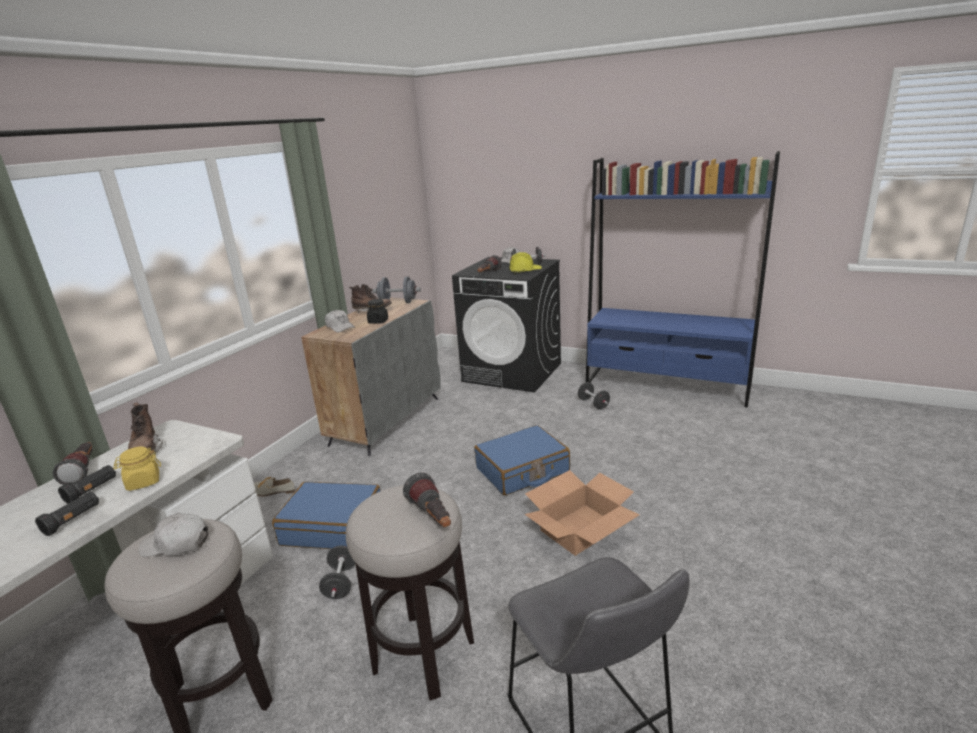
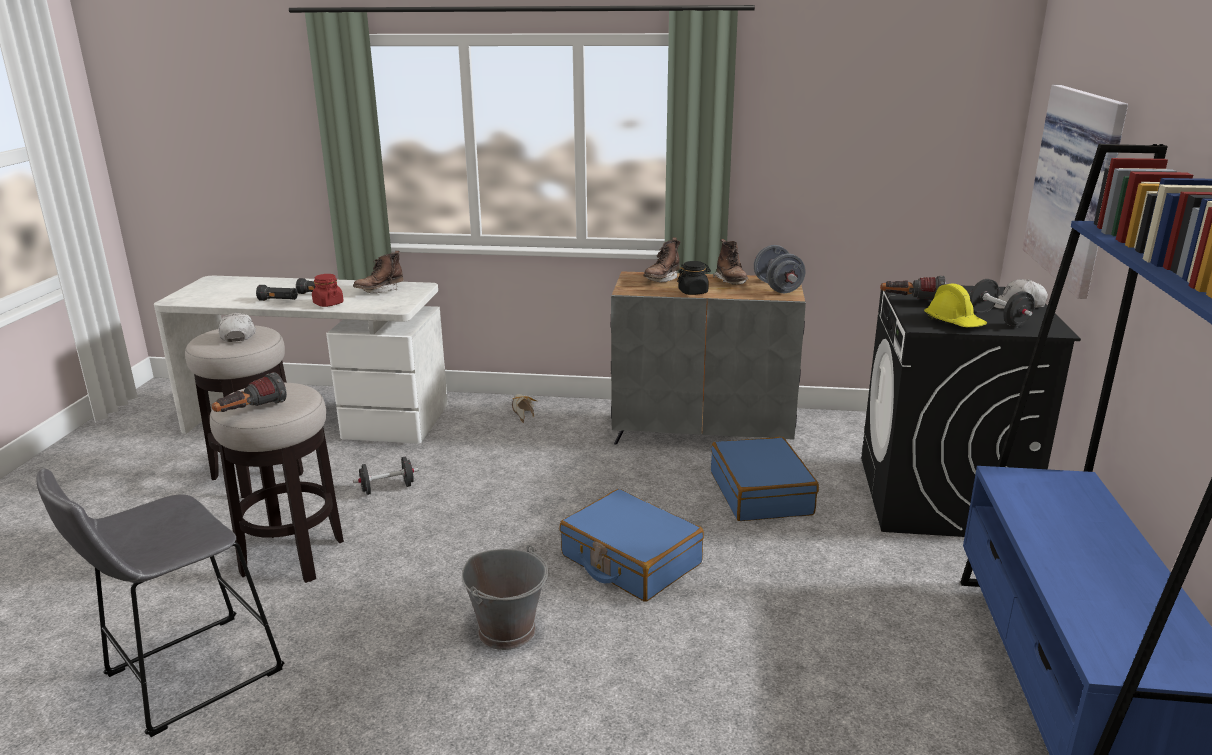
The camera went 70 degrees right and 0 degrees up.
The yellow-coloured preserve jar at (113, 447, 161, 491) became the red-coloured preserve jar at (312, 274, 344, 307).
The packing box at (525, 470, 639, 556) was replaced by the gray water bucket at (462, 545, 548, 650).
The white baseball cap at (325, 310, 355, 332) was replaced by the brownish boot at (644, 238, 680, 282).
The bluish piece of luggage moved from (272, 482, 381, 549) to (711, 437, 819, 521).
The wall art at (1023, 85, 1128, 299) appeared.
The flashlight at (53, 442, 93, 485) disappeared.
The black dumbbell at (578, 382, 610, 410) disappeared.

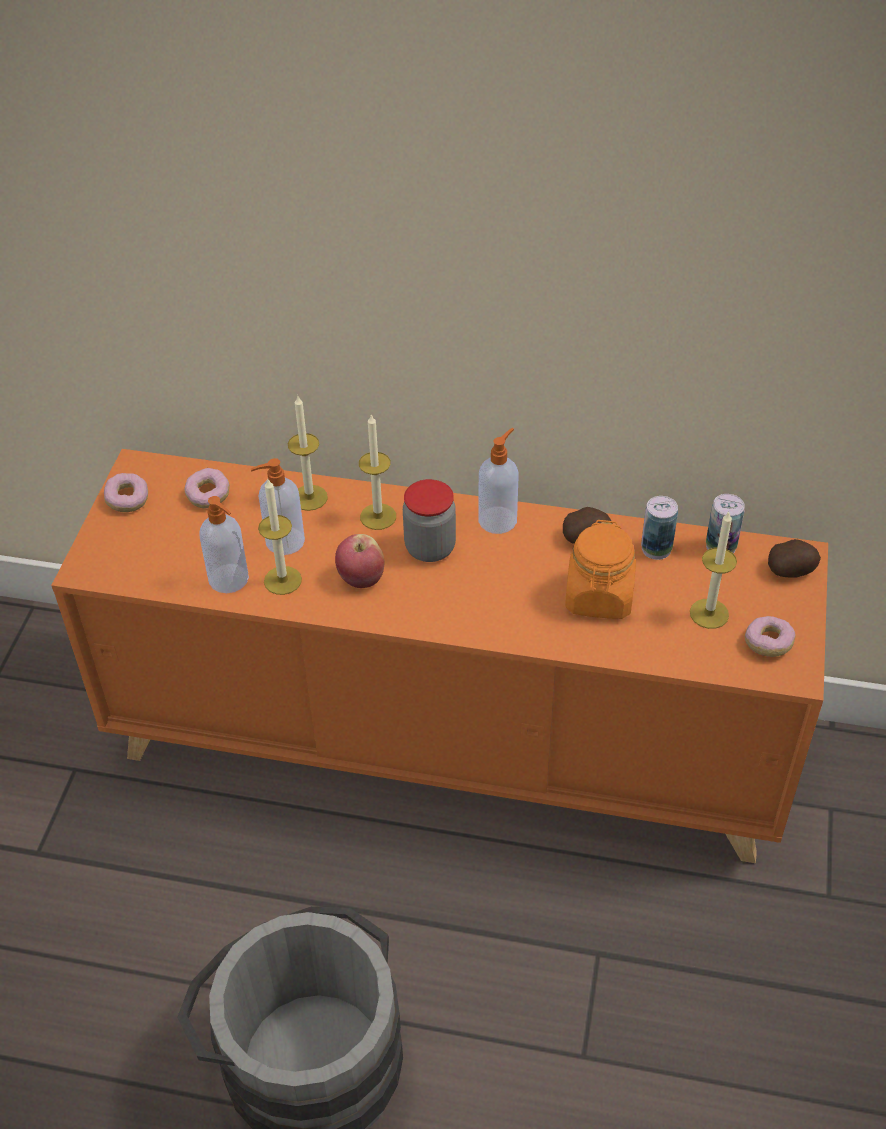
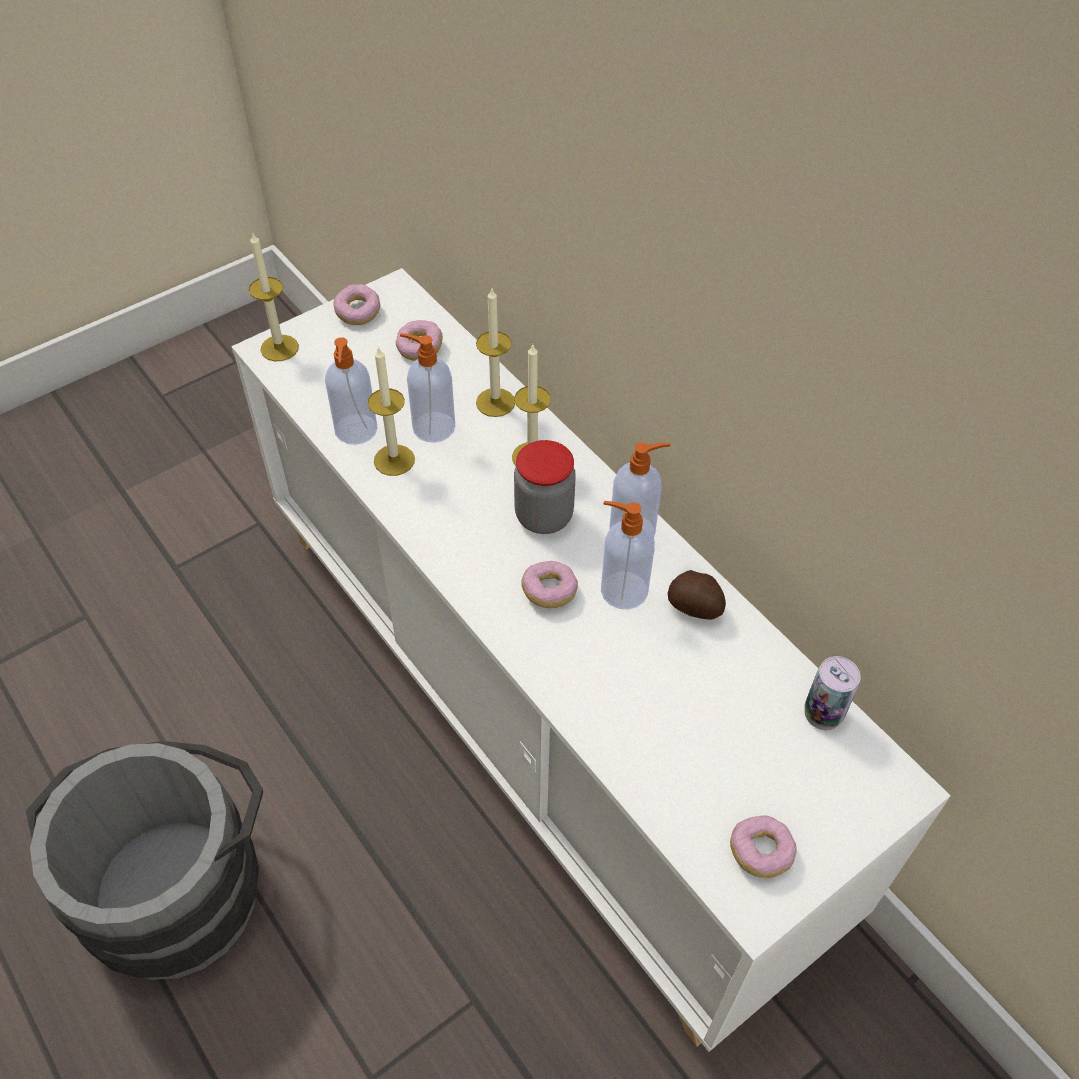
The camera went 40 degrees right and 5 degrees up.
The orange-coloured storage cabinet at (51, 449, 828, 863) became the white storage cabinet at (231, 268, 951, 1052).
The wax light moved from (690, 511, 737, 629) to (249, 233, 299, 361).
The ring doughnut at (521, 561, 578, 608) appeared.
The soap bottle at (601, 501, 655, 610) appeared.
The apple at (335, 534, 385, 588) disappeared.
The orange-coloured preserve jar at (565, 520, 636, 619) disappeared.
The sealed can at (641, 496, 678, 560) disappeared.
The spud at (768, 539, 821, 577) disappeared.

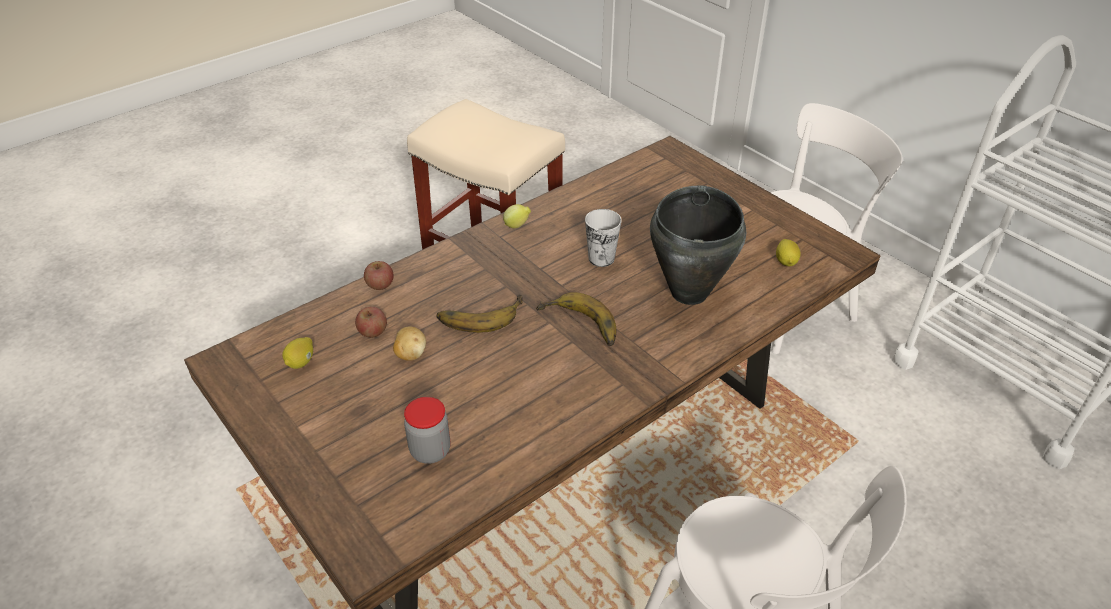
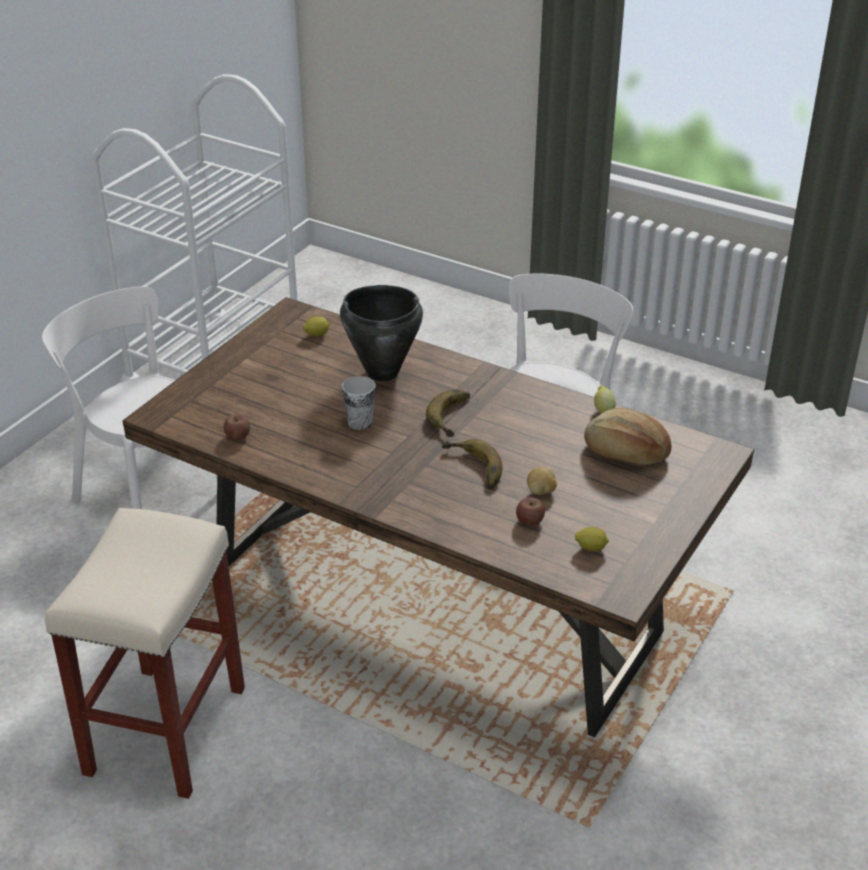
The camera went 110 degrees left and 5 degrees down.
The apple moved from (364, 261, 394, 290) to (224, 414, 250, 440).
The preserve jar at (404, 397, 450, 464) was replaced by the bread at (584, 408, 672, 465).
The citrus fruit moved from (503, 204, 531, 228) to (594, 385, 616, 414).

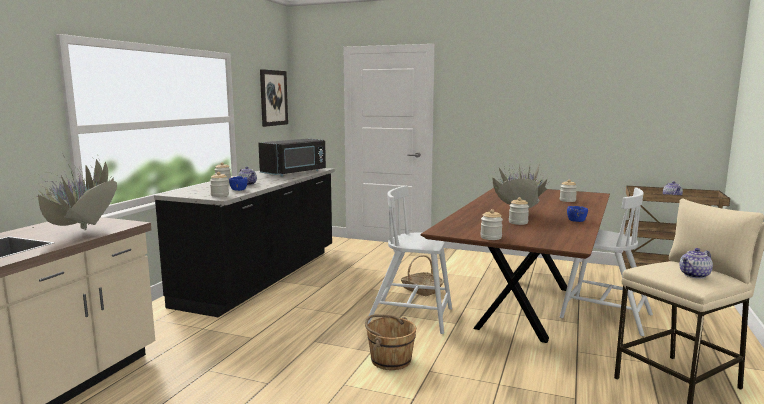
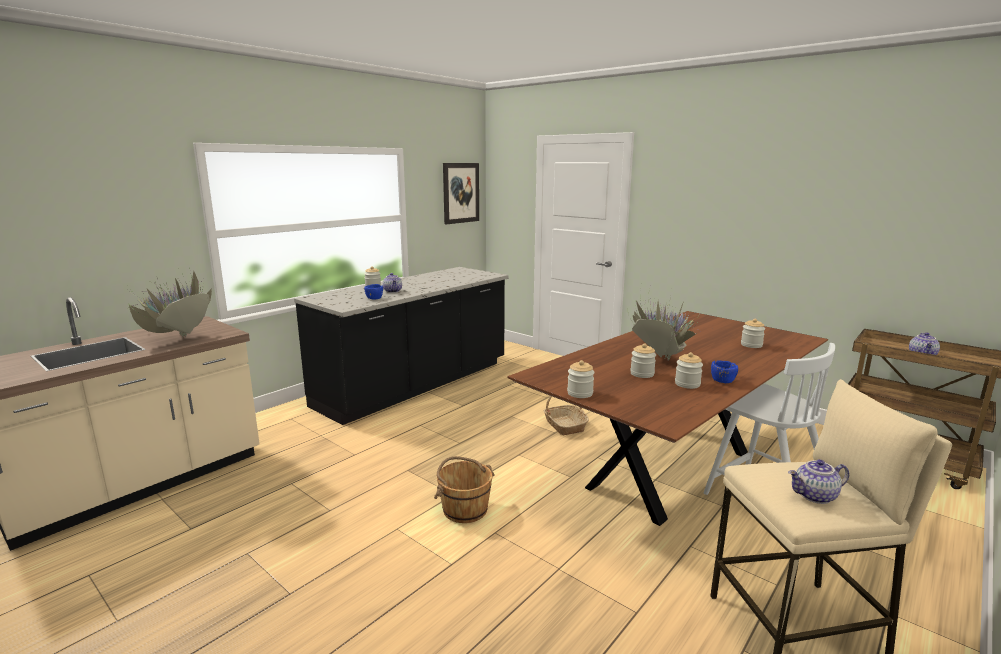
The camera went 20 degrees right and 5 degrees up.
The preserve jar moved from (210, 172, 229, 197) to (675, 352, 703, 389).
The black microwave oven at (258, 139, 326, 176) disappeared.
The white plain chair at (368, 186, 452, 334) disappeared.

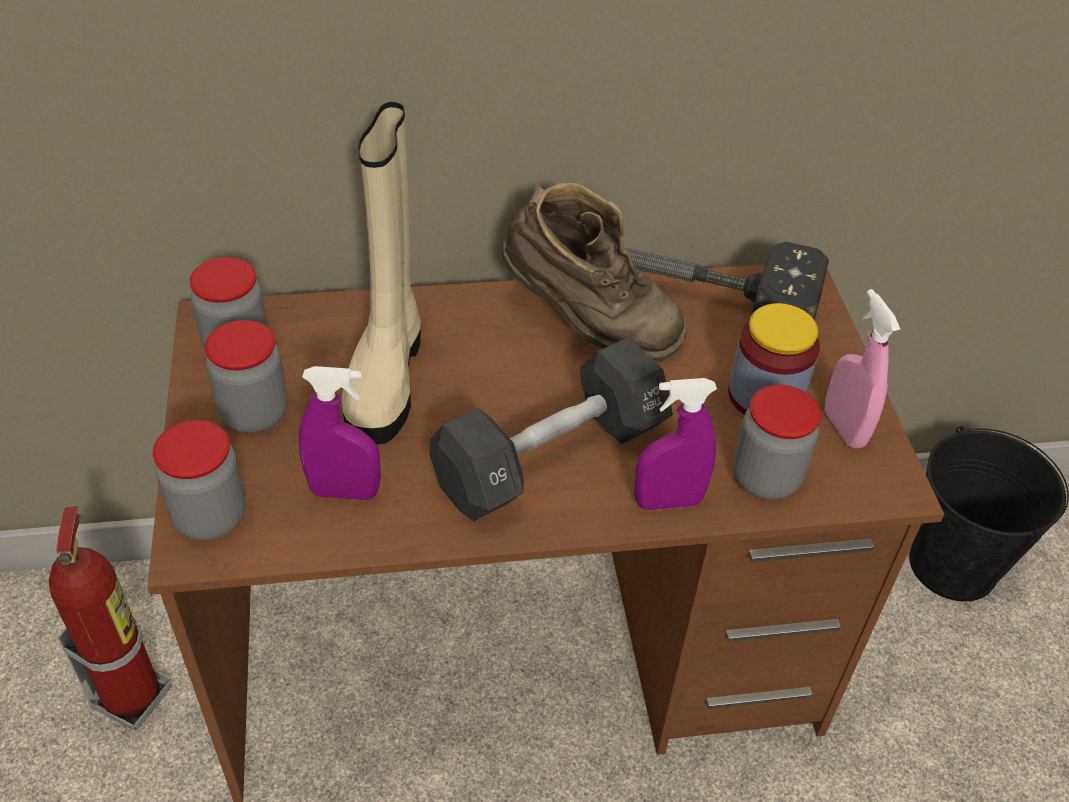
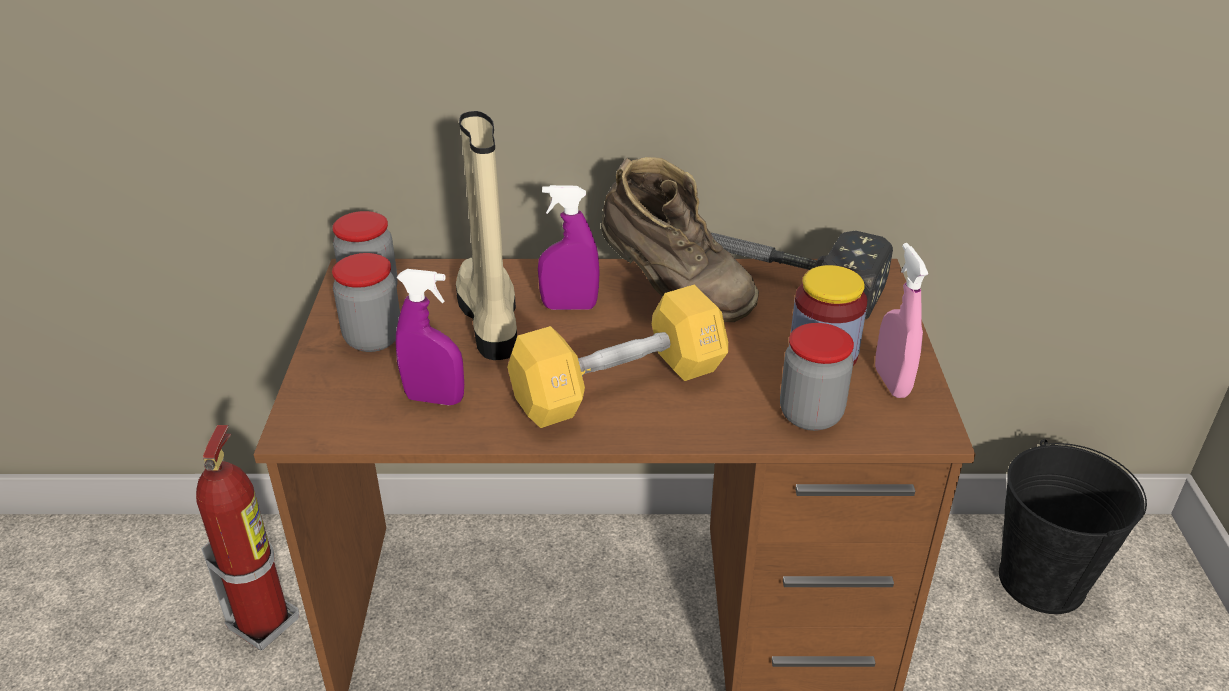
The camera went 10 degrees right and 10 degrees down.
The beige boot at (341, 102, 421, 445) turned 150 degrees clockwise.
The black dumbbell at (429, 337, 673, 521) became the yellow-coloured dumbbell at (507, 285, 728, 428).
The purple hand sprayer moved from (634, 378, 717, 510) to (538, 185, 599, 310).
The preserve jar at (153, 420, 246, 540) disappeared.

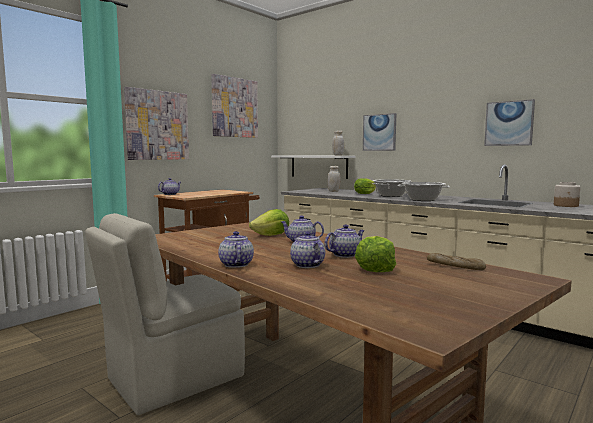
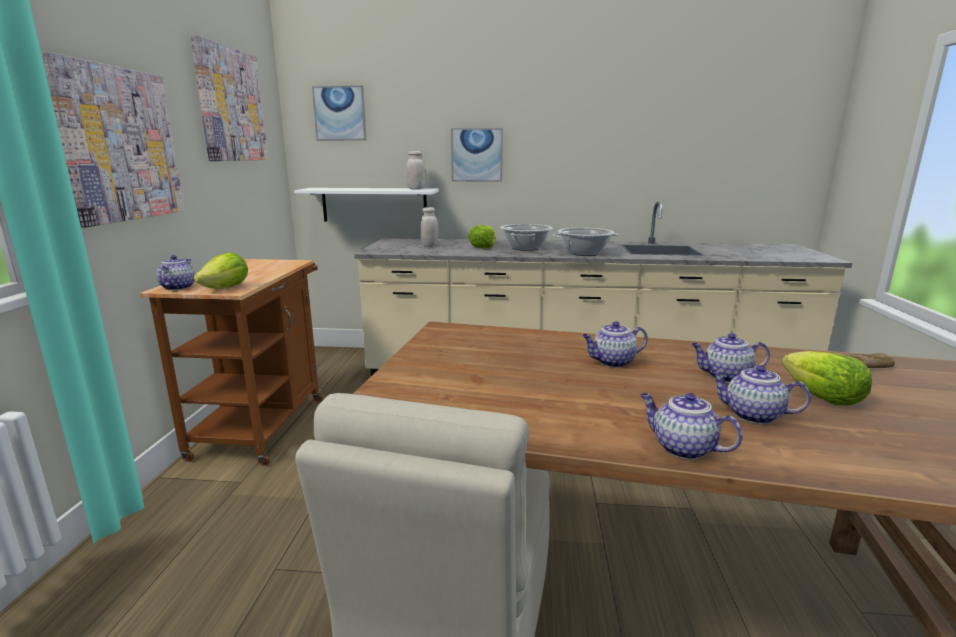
The camera went 35 degrees left and 10 degrees up.
The head of lettuce moved from (249, 209, 289, 236) to (194, 253, 248, 289).
The wall art moved from (484, 99, 535, 146) to (312, 86, 367, 141).
The pot for tea at (325, 224, 365, 258) turned 105 degrees counterclockwise.
The preserve jar at (554, 182, 581, 207) disappeared.

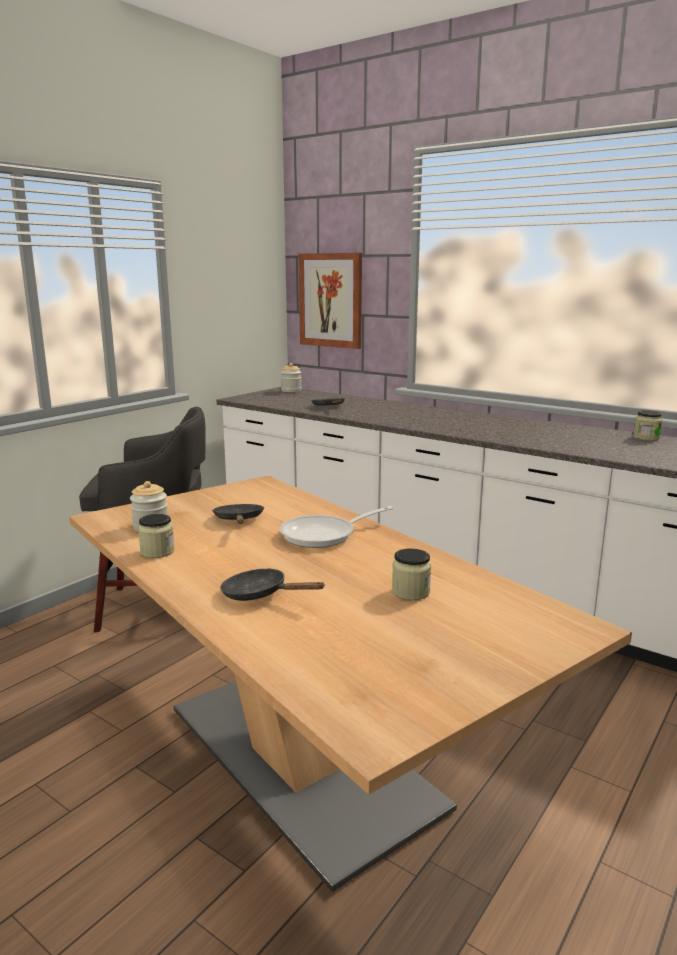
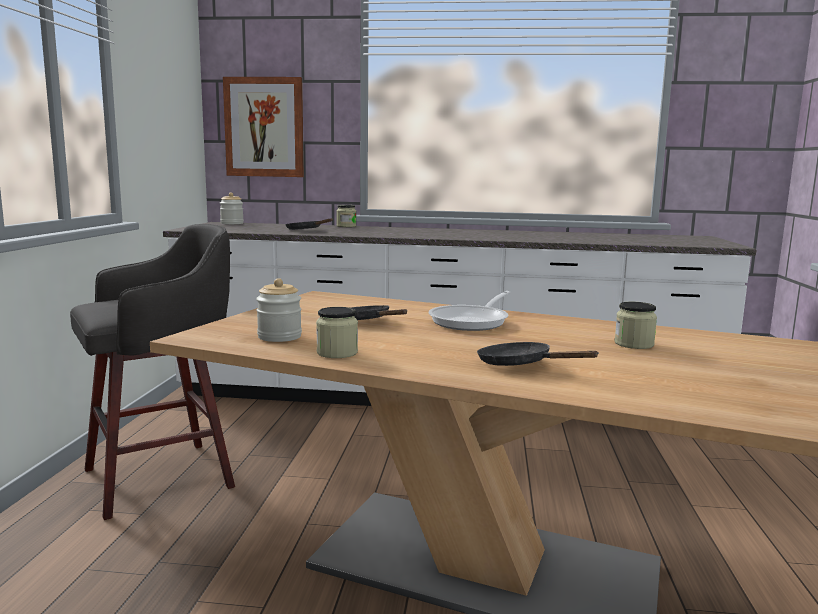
The camera went 30 degrees left and 5 degrees down.
The preserve jar moved from (633, 410, 662, 441) to (336, 205, 356, 227).
The black frying pan at (220, 568, 325, 601) turned 45 degrees clockwise.

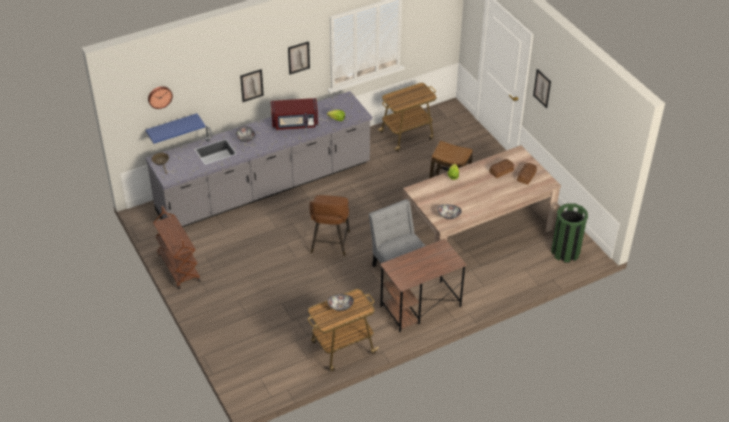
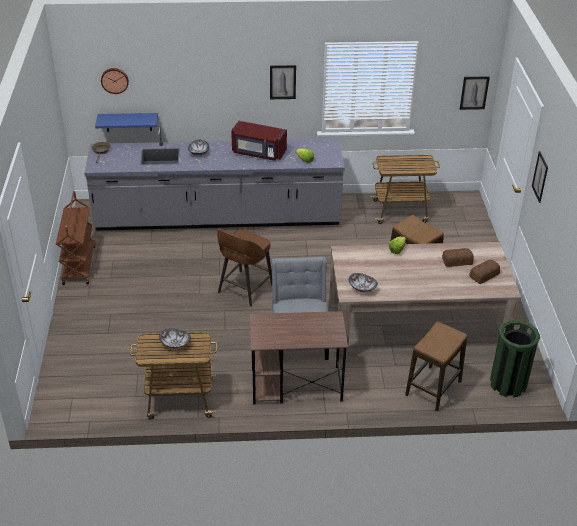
The camera went 25 degrees right and 5 degrees down.
The stool at (405, 321, 468, 411) appeared.
The wall art moved from (240, 69, 264, 102) to (460, 76, 490, 110).

